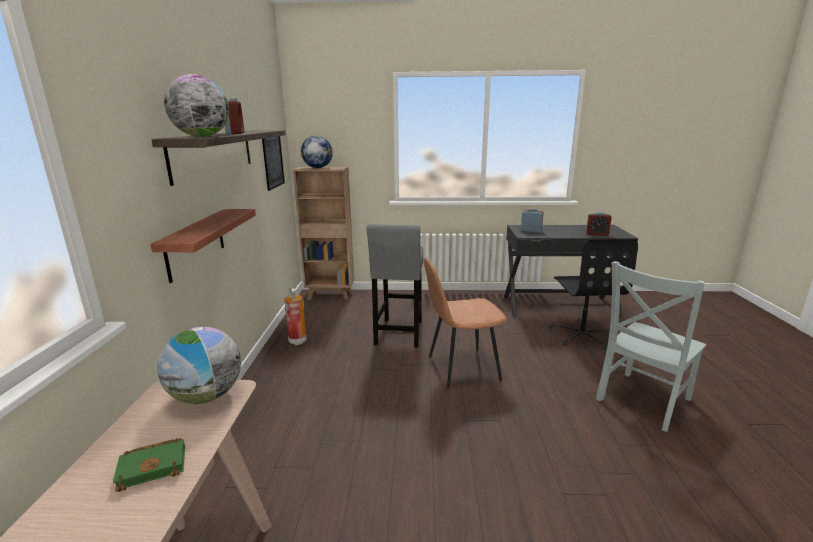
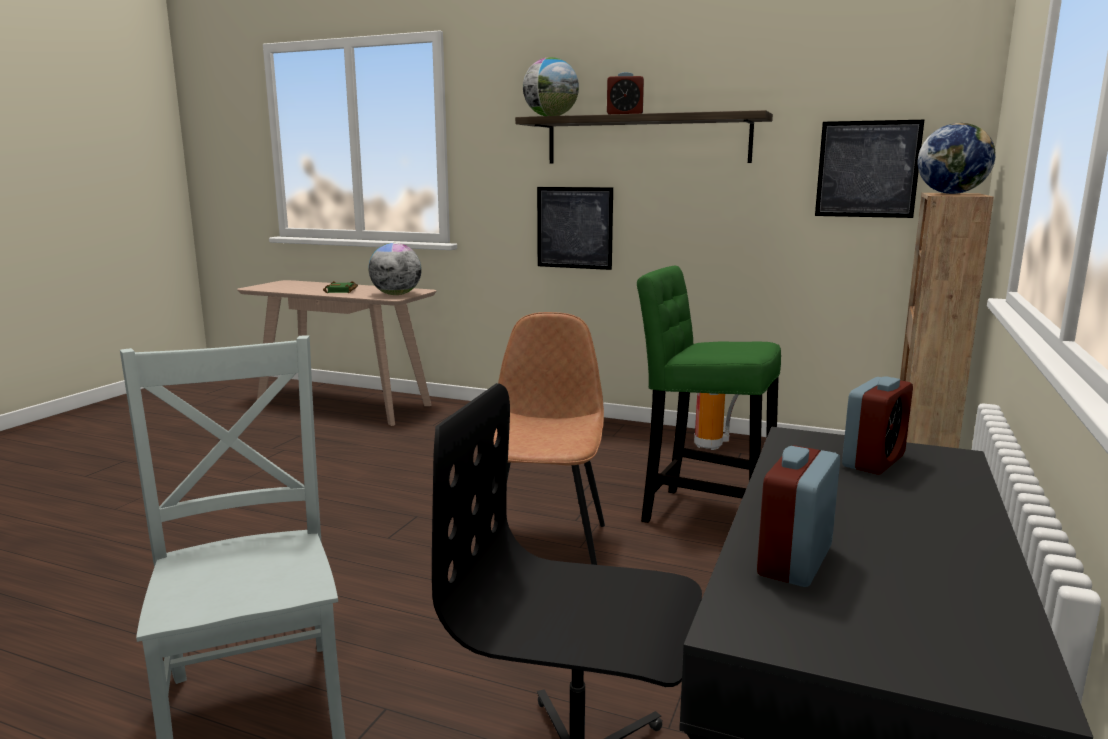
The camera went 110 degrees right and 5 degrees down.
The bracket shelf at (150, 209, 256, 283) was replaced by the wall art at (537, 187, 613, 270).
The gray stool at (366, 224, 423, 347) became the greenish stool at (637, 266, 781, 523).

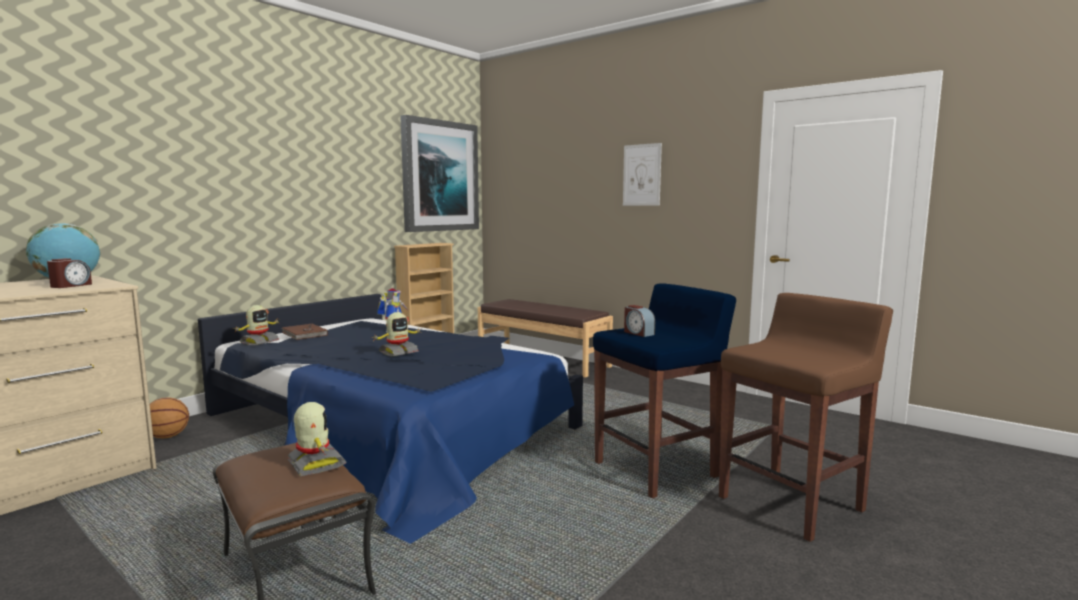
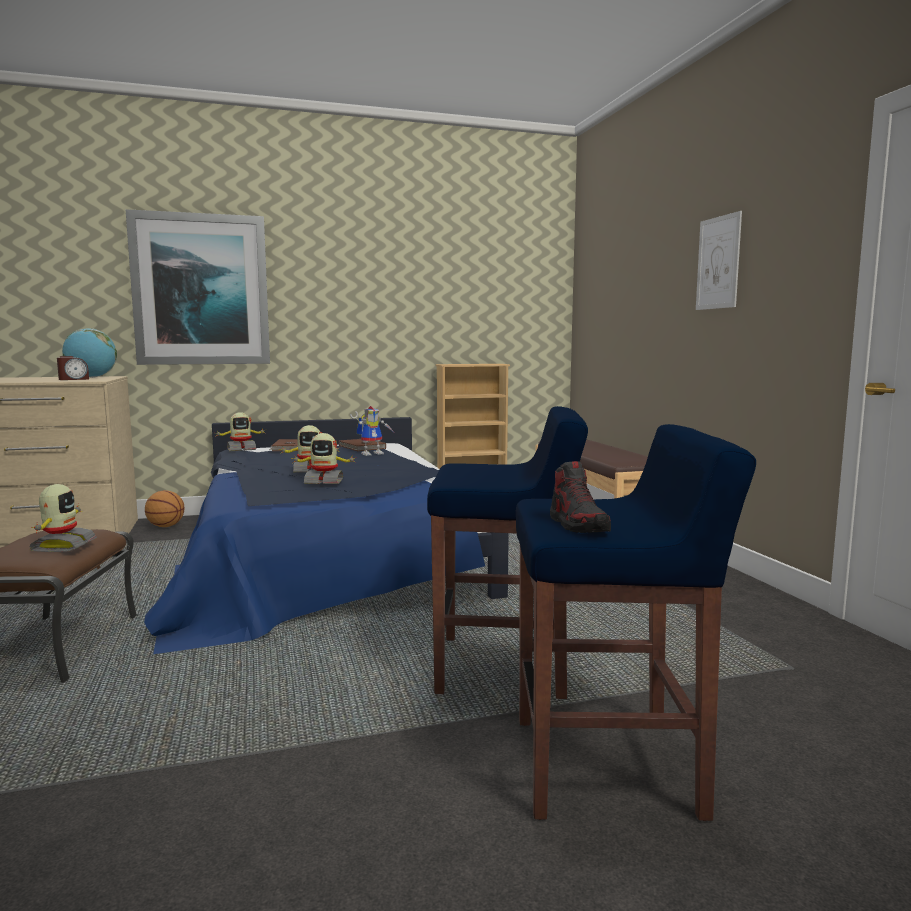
The camera went 35 degrees right and 0 degrees up.
The wall art moved from (400, 115, 479, 232) to (126, 209, 270, 365).
The robot figure at (292, 433, 357, 484) appeared.
The brownish volume at (338, 439, 386, 451) appeared.
The brownish stool at (719, 293, 893, 542) became the bluish stool at (516, 424, 756, 821).
The shoe at (550, 461, 611, 533) appeared.
The table clock at (624, 305, 655, 337) disappeared.

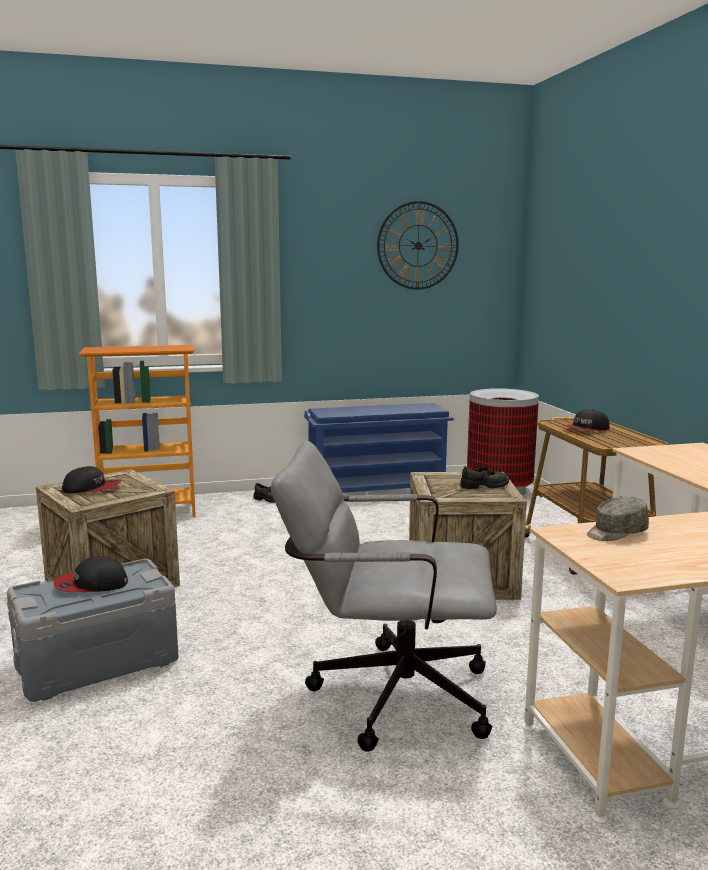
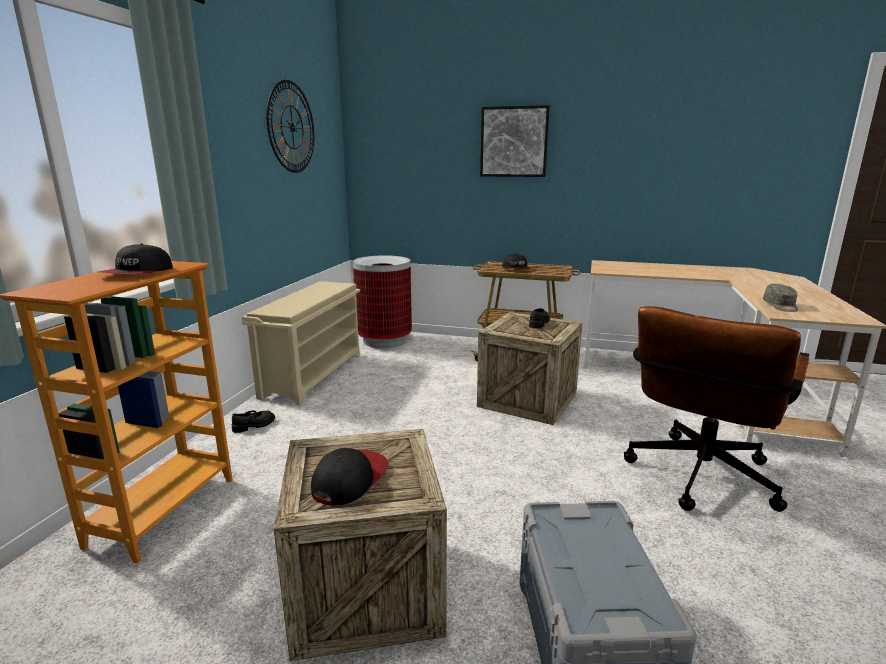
The camera went 60 degrees left and 5 degrees up.
The baseball cap moved from (54, 556, 128, 592) to (98, 244, 173, 274).
The bluish shoe shelf at (304, 403, 454, 493) became the beige shoe shelf at (242, 281, 360, 406).
The wall art at (480, 105, 550, 177) appeared.
The gray computer chair at (271, 440, 497, 752) became the brownish computer chair at (624, 306, 809, 512).

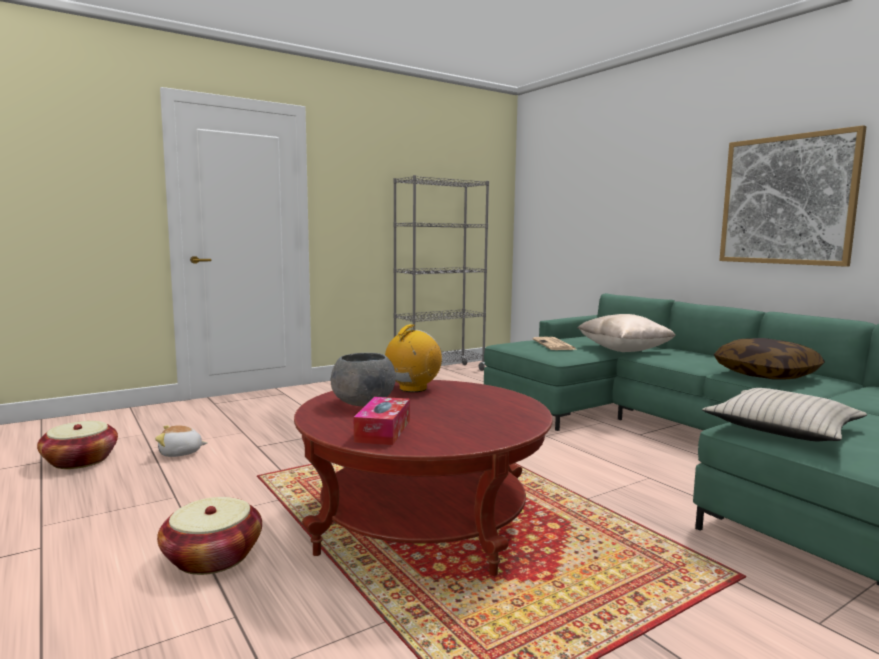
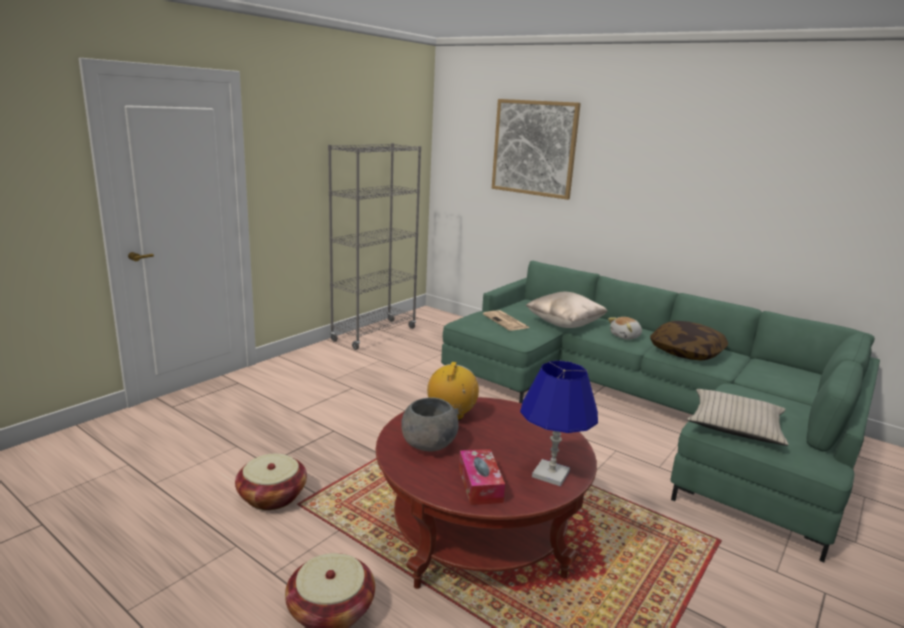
The camera went 20 degrees left and 10 degrees up.
The household basket moved from (37, 421, 118, 469) to (235, 454, 307, 510).
The wall art moved from (719, 125, 867, 267) to (492, 99, 581, 200).
The bluish lamp for a table at (520, 361, 598, 486) appeared.
The soft toy moved from (155, 425, 207, 457) to (608, 317, 642, 340).

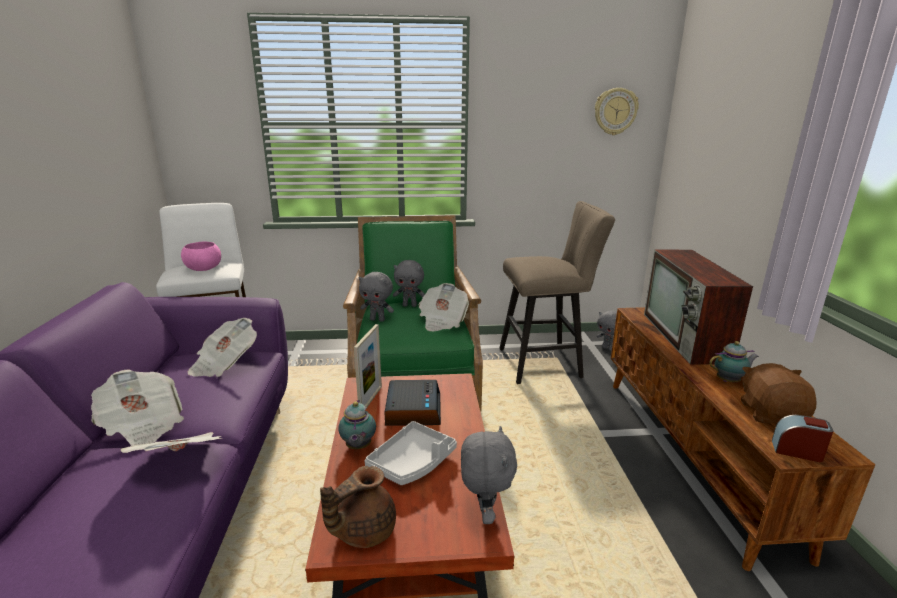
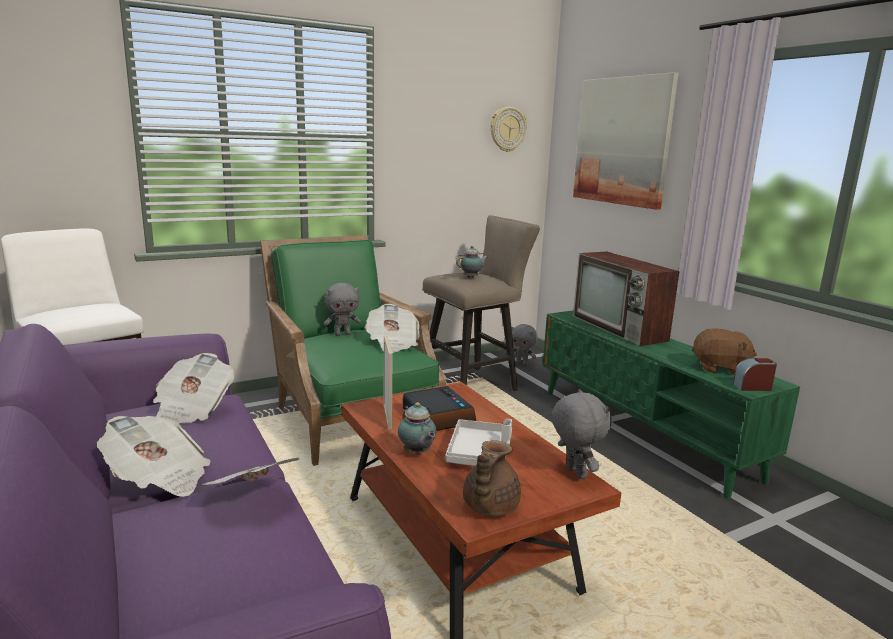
The camera went 25 degrees left and 5 degrees down.
The pot for tea moved from (709, 341, 759, 382) to (456, 246, 488, 278).
The brownish tv unit at (611, 307, 876, 571) became the greenish tv unit at (543, 310, 800, 499).
The wall art at (573, 72, 679, 210) appeared.
The brownish soft toy at (741, 363, 816, 423) turned 120 degrees clockwise.
The pink-coloured bowl at (181, 242, 221, 271) disappeared.
The gray soft toy at (359, 272, 394, 322) disappeared.

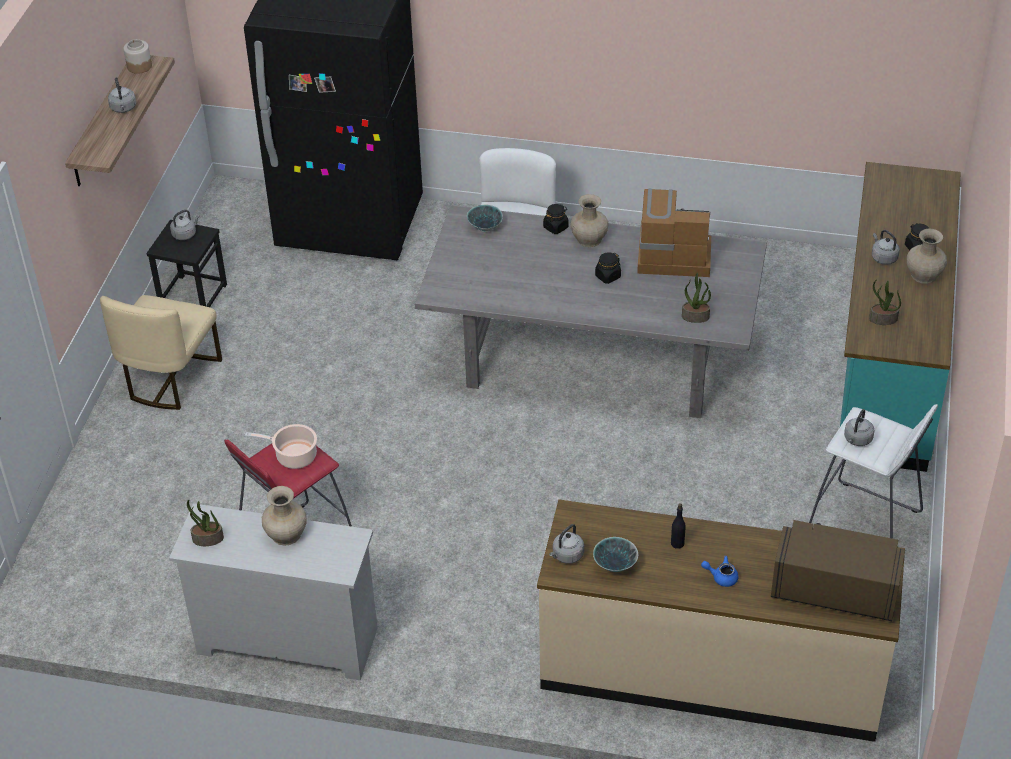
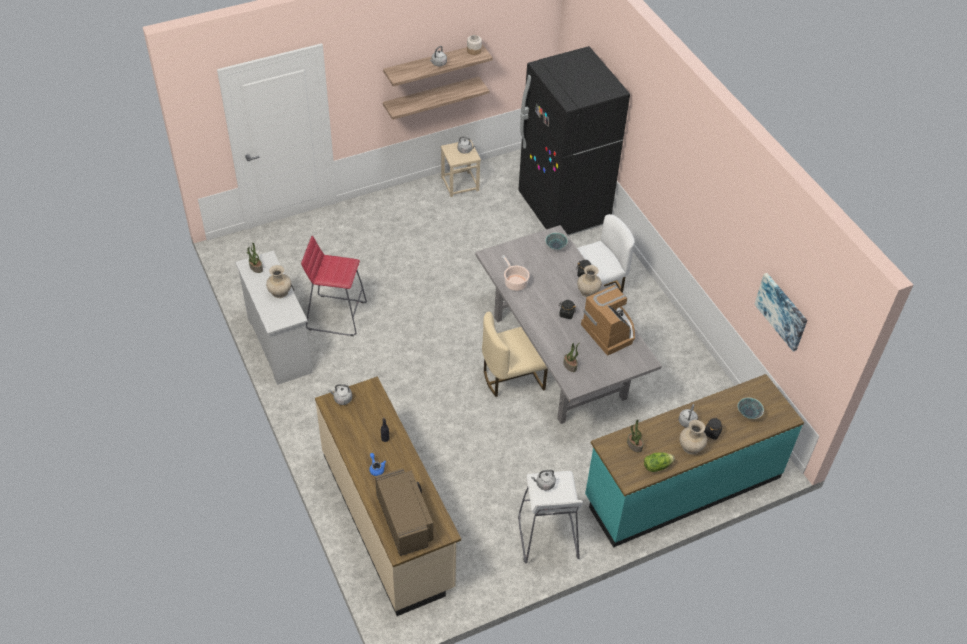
The camera went 50 degrees right and 5 degrees up.
The bracket shelf at (383, 76, 489, 120) appeared.
The black stool at (147, 220, 227, 307) became the beige stool at (441, 140, 481, 197).
The beige plain chair moved from (100, 295, 222, 410) to (482, 311, 548, 397).
The cooking pot moved from (245, 424, 317, 469) to (502, 255, 530, 291).
The head of lettuce at (644, 452, 675, 472) appeared.
The bowl moved from (593, 537, 638, 572) to (738, 397, 764, 419).
The wall art at (754, 273, 807, 352) appeared.

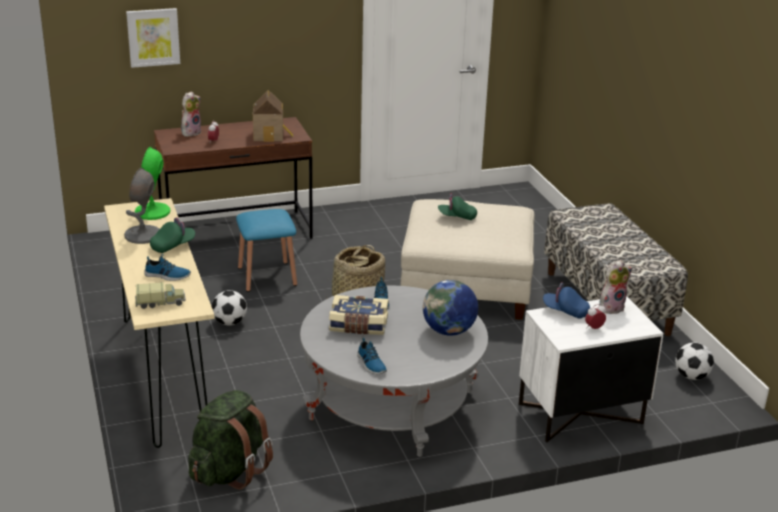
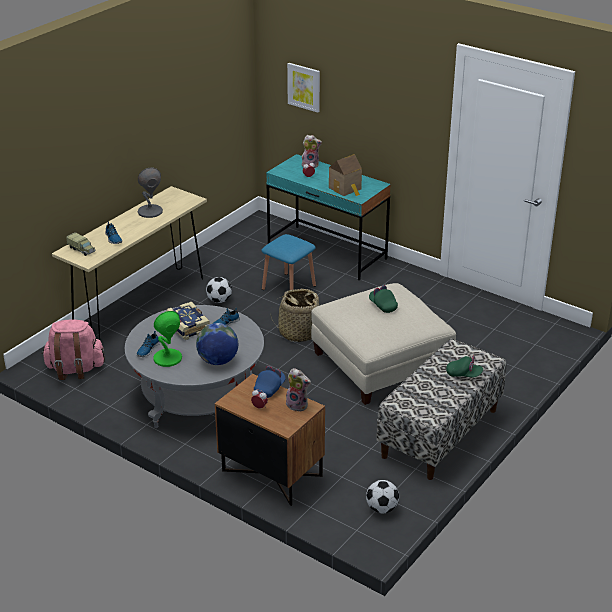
The camera went 55 degrees right and 5 degrees up.
The greenish rucksack at (188, 390, 273, 490) became the pink-coloured rucksack at (42, 320, 105, 380).
The greenish lamp for a table moved from (135, 147, 170, 220) to (153, 311, 182, 367).
The white bedside table at (519, 296, 663, 442) became the brownish bedside table at (215, 374, 325, 506).
The bluish baseball cap at (543, 282, 590, 319) turned 45 degrees clockwise.
The brownish desk table at (154, 117, 313, 239) became the turquoise desk table at (266, 154, 391, 280).
The greenish baseball cap moved from (150, 217, 195, 253) to (446, 356, 483, 377).

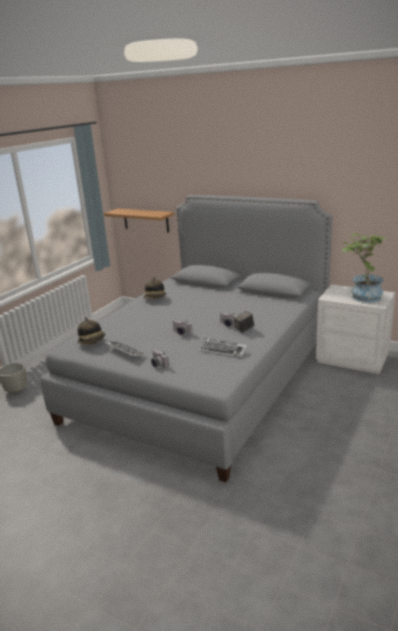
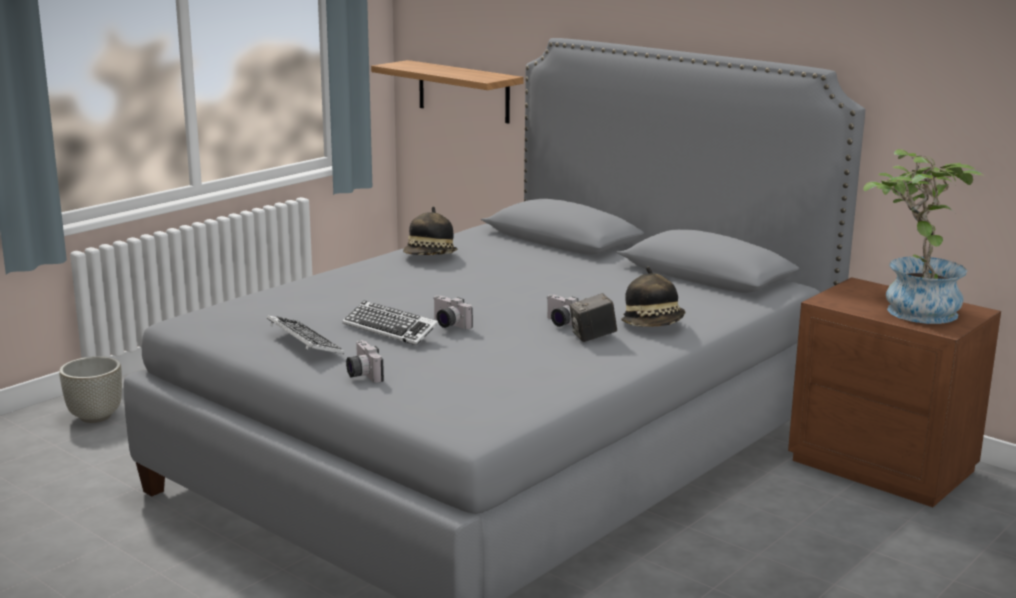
The camera went 10 degrees right and 5 degrees down.
The computer keyboard moved from (199, 338, 247, 358) to (342, 301, 438, 346).
The hat moved from (77, 317, 105, 345) to (621, 267, 685, 327).
The white bedside table at (316, 285, 396, 374) became the brownish bedside table at (788, 277, 1001, 507).

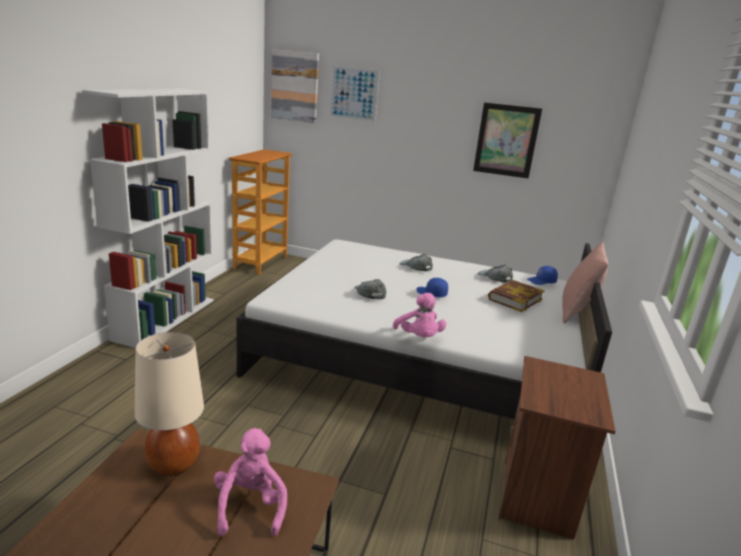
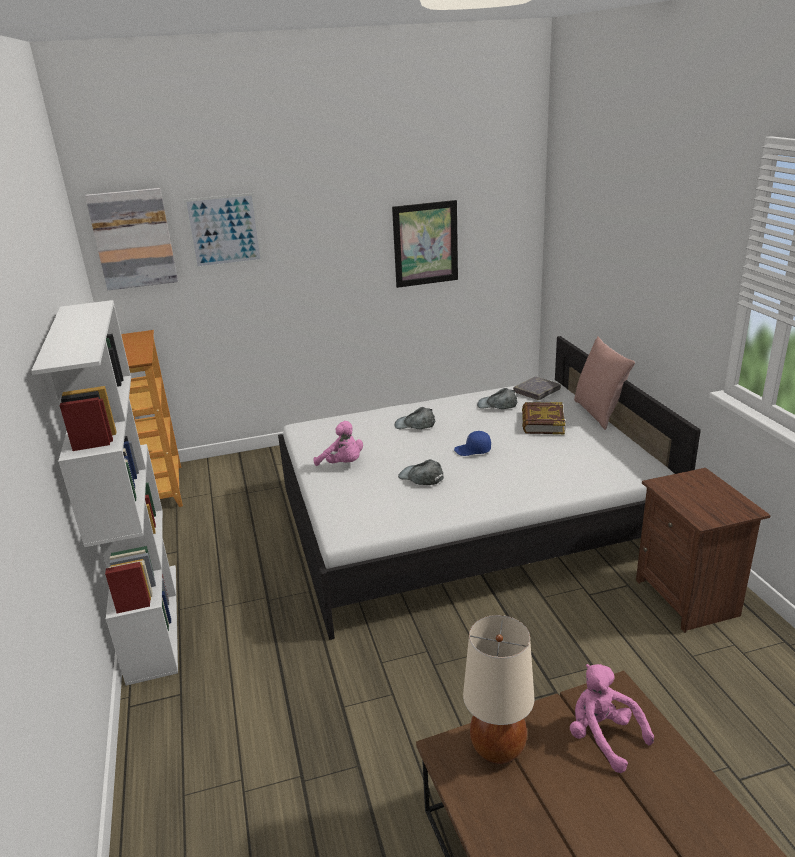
The camera went 30 degrees left and 5 degrees up.
The pink-coloured soft toy moved from (393, 293, 446, 337) to (313, 421, 363, 466).
The bluish baseball cap at (528, 266, 558, 285) was replaced by the gray volume at (513, 377, 561, 400).

